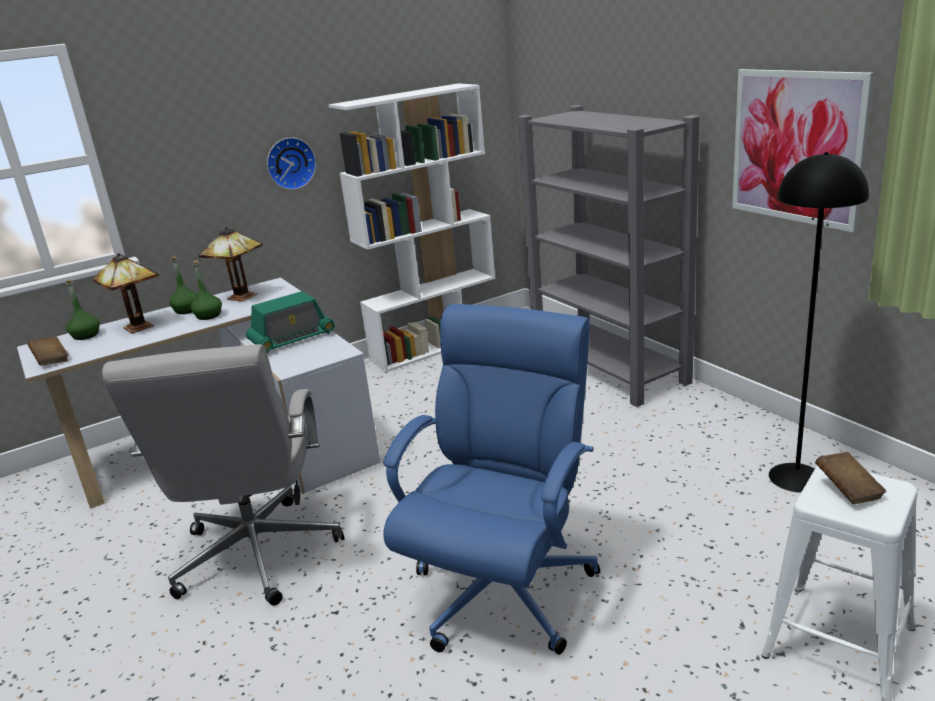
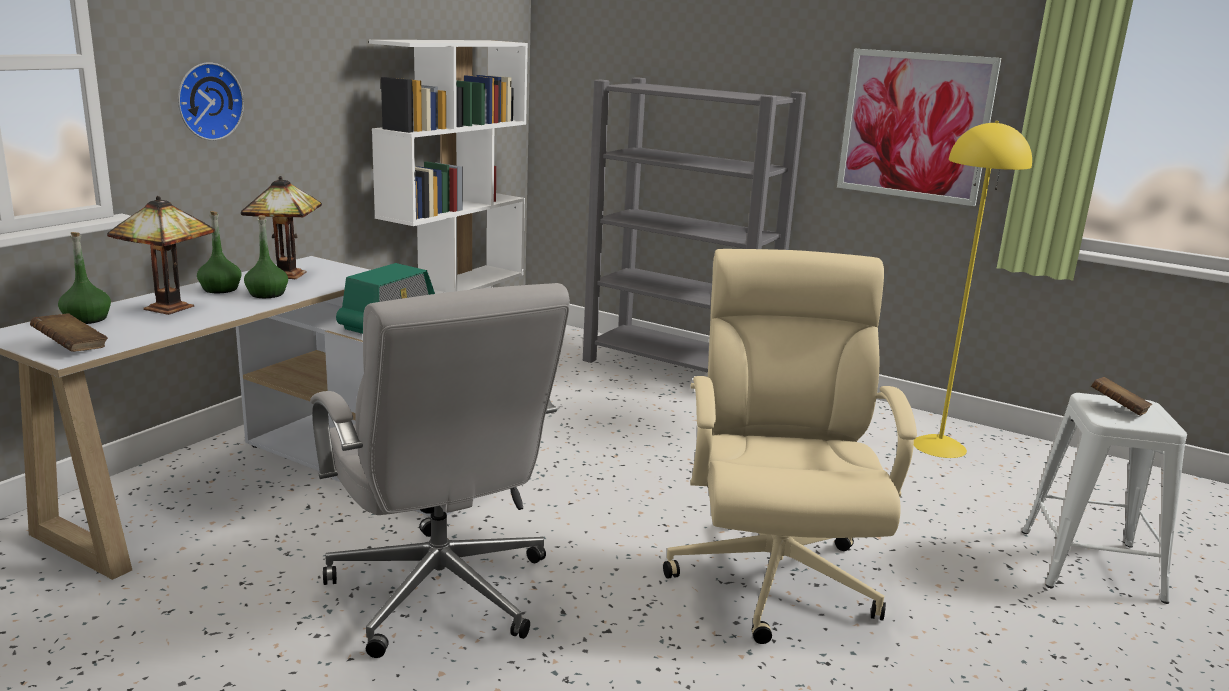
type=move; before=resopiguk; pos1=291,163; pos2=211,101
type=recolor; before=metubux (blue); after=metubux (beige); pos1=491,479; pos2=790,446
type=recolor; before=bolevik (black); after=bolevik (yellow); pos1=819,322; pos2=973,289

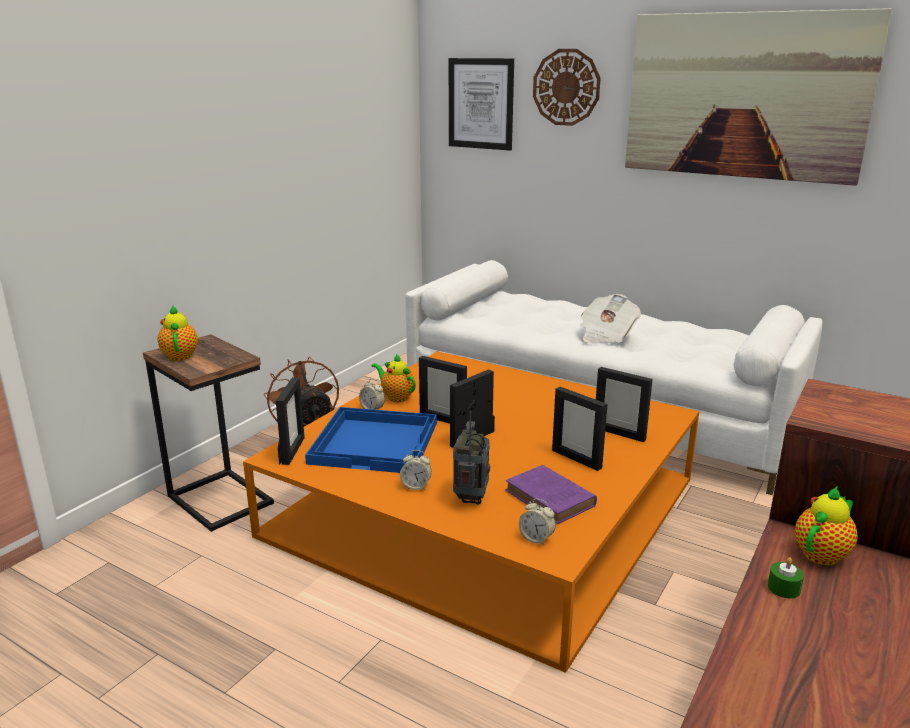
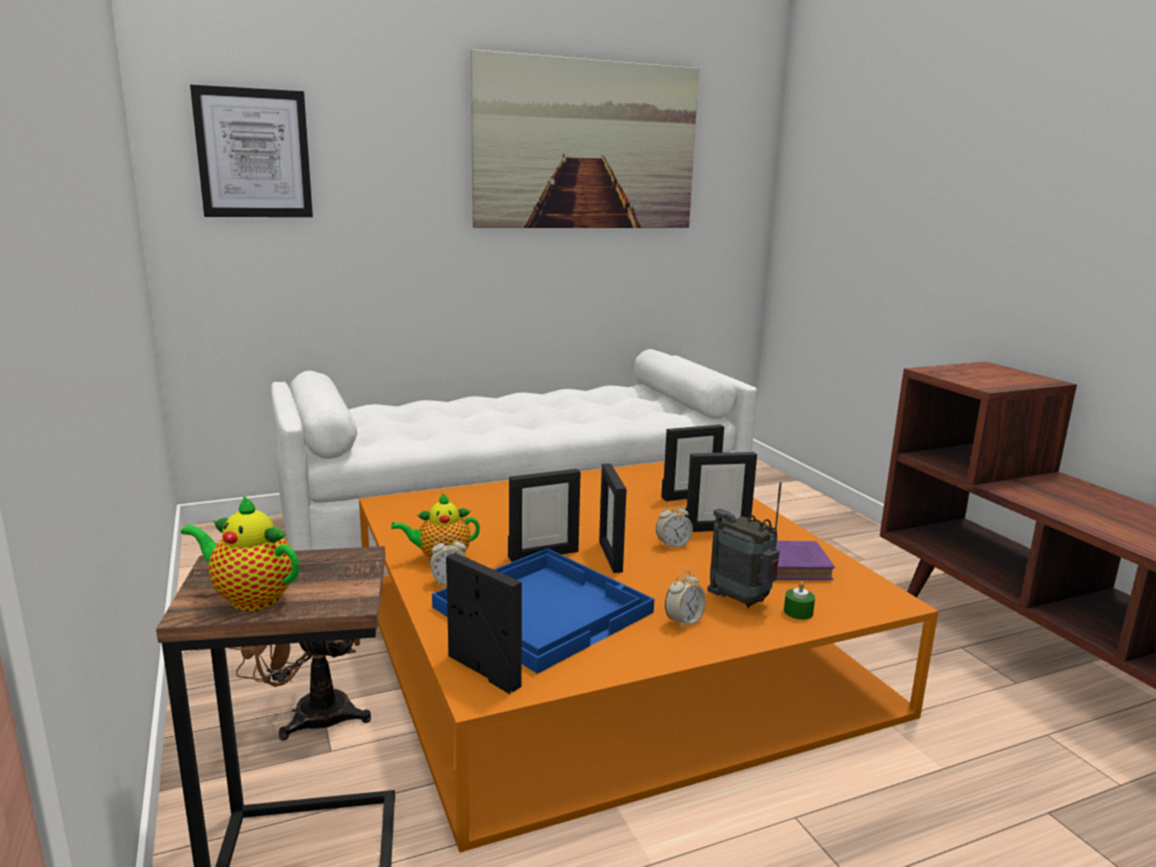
type=move; before=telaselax; pos1=537,522; pos2=674,525
type=delete; before=resopiguk; pos1=567,87
type=delete; before=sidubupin; pos1=610,319
type=move; before=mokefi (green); pos1=786,578; pos2=799,600
type=delete; before=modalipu; pos1=826,525

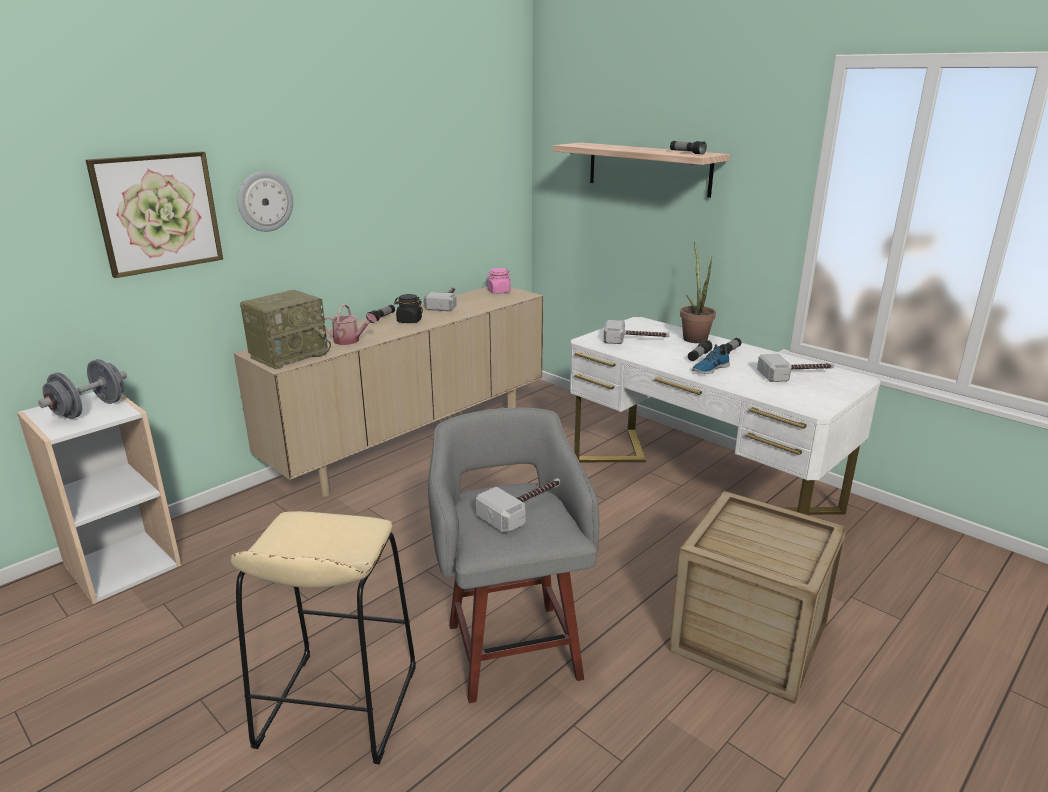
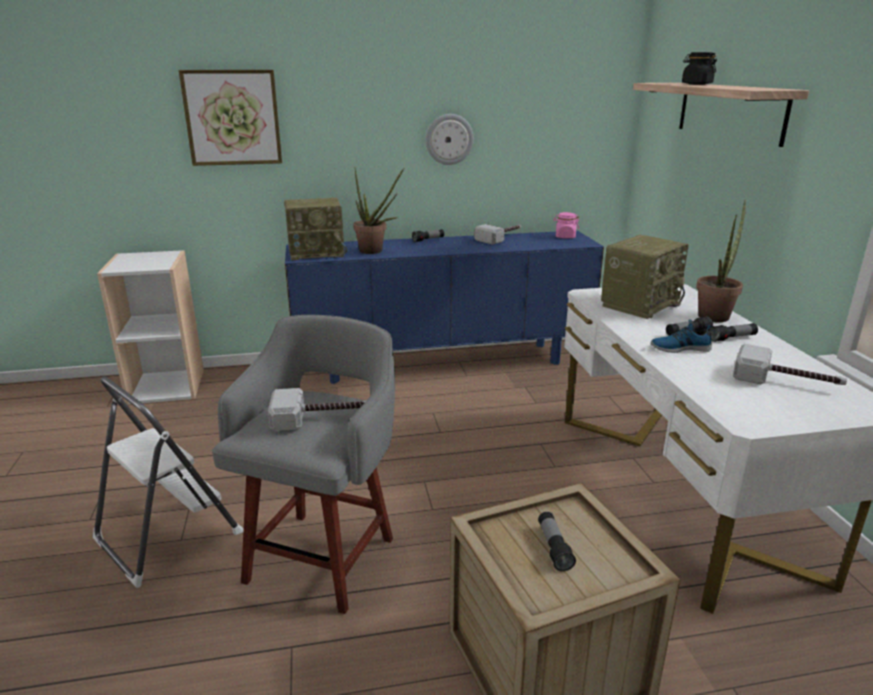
type=delete; before=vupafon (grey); pos1=82,389
type=replace; before=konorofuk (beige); after=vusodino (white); pos1=323,637; pos2=168,482
type=recolor; before=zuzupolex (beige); after=zuzupolex (blue); pos1=388,392; pos2=444,307
type=move; before=resopiguk; pos1=265,201; pos2=450,139
type=replace; before=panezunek; after=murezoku; pos1=350,324; pos2=378,211
type=move; before=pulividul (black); pos1=408,308; pos2=699,68
type=replace; before=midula; after=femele; pos1=636,332; pos2=645,277
type=move; before=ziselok; pos1=688,148; pos2=557,541

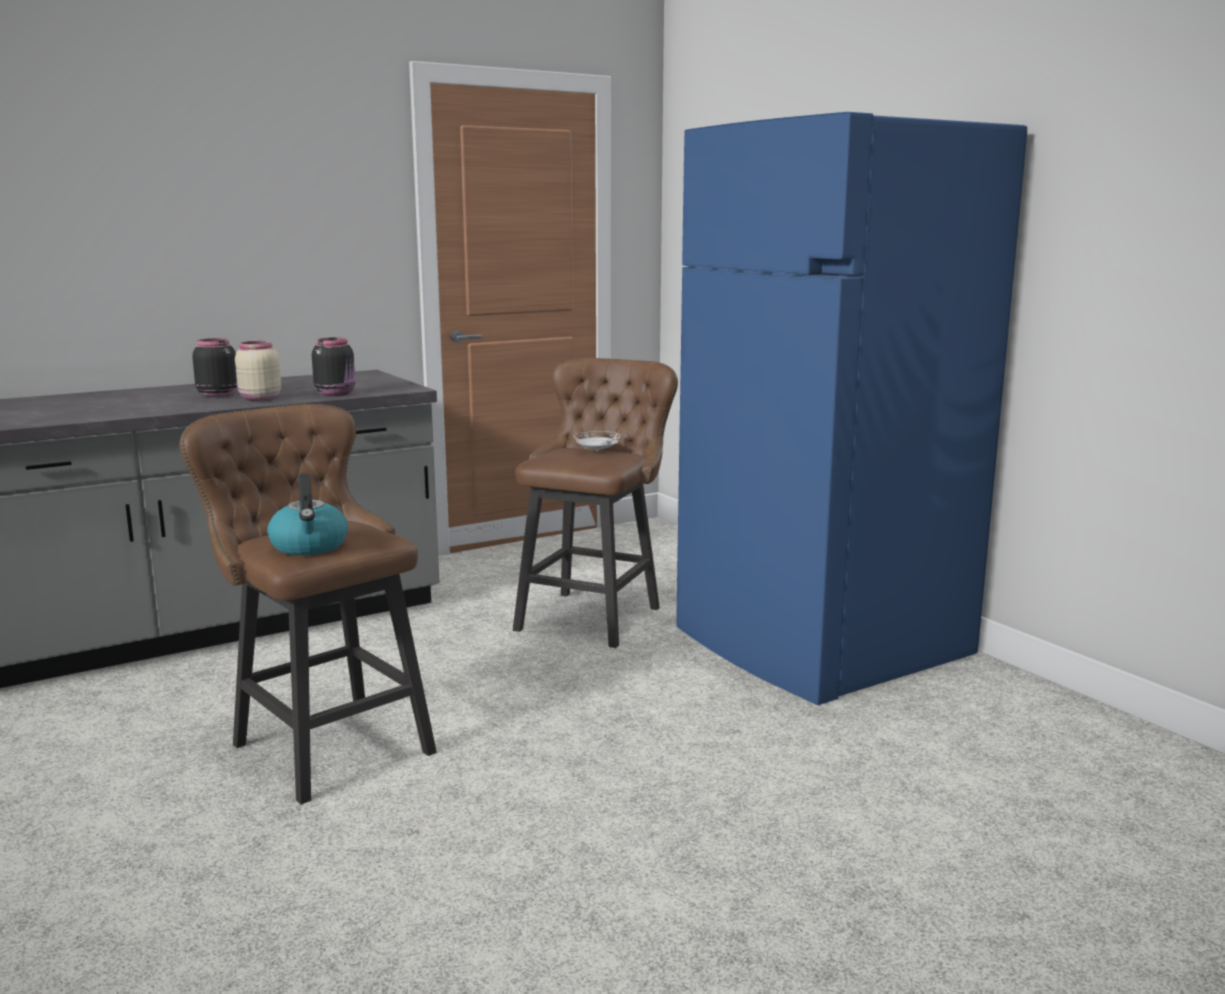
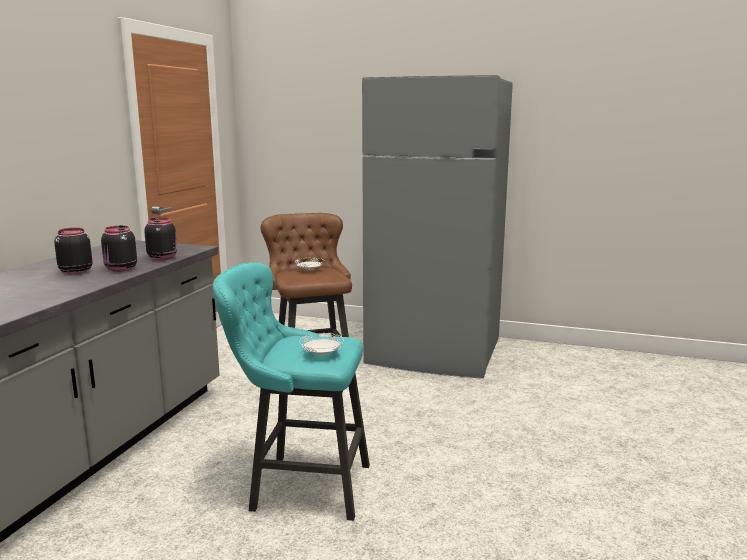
type=recolor; before=konorofuk (brown); after=konorofuk (turquoise); pos1=308,604; pos2=291,391
type=recolor; before=pulividul (beige); after=pulividul (black); pos1=258,371; pos2=119,249
type=replace; before=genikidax; after=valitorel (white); pos1=307,514; pos2=321,343
type=recolor; before=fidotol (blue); after=fidotol (grey); pos1=851,408; pos2=437,227

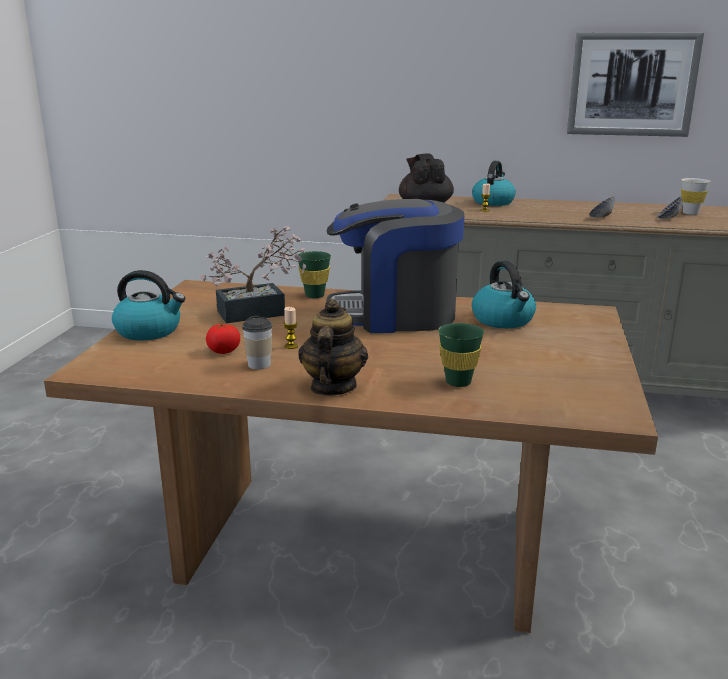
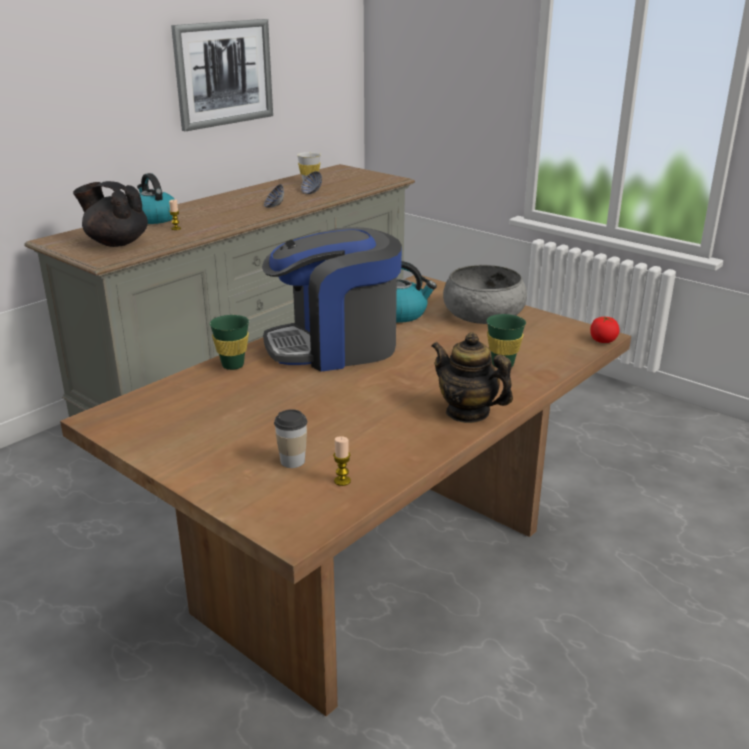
type=delete; before=genikidax; pos1=148,305
type=delete; before=murezoku; pos1=252,275
type=move; before=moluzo; pos1=223,338; pos2=605,329
type=move; before=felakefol; pos1=257,343; pos2=291,438
type=move; before=mokefi; pos1=290,328; pos2=342,461
type=rotate; before=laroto; pos1=395,266; pos2=332,299; turn=45
type=insert; after=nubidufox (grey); pos2=485,294

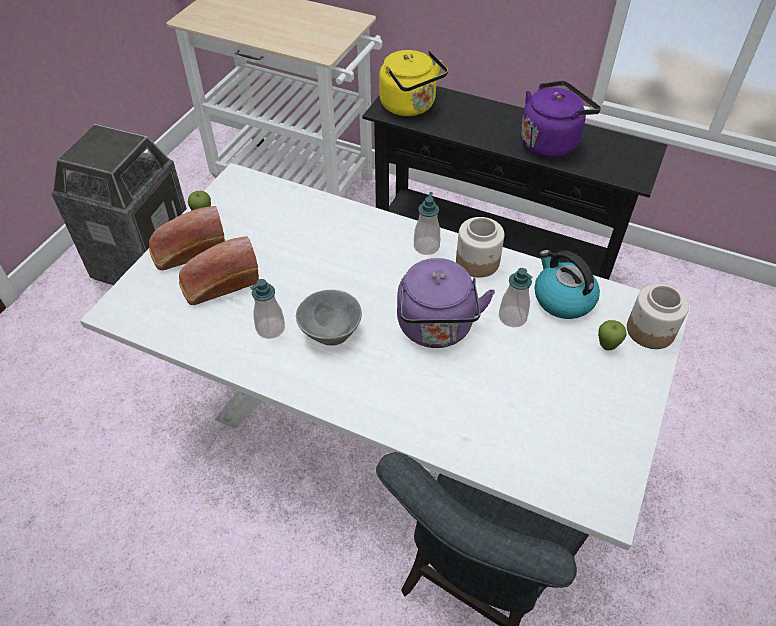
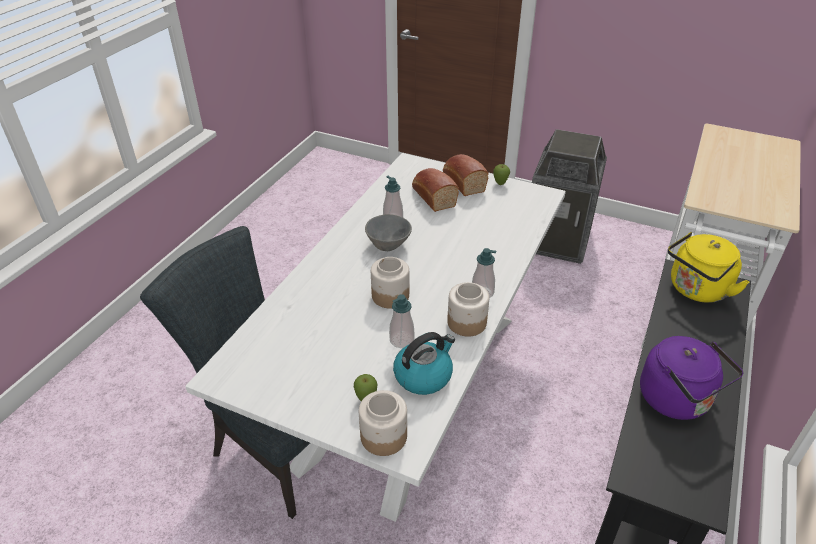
type=replace; before=genikidax (purple); after=pulividul; pos1=446,303; pos2=390,282

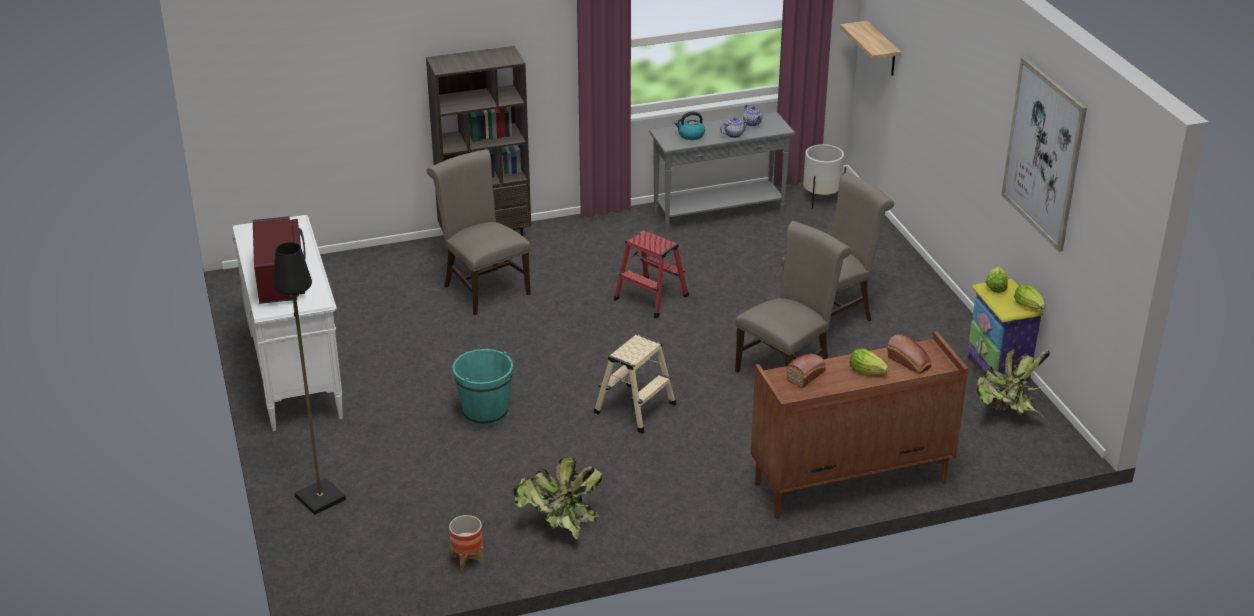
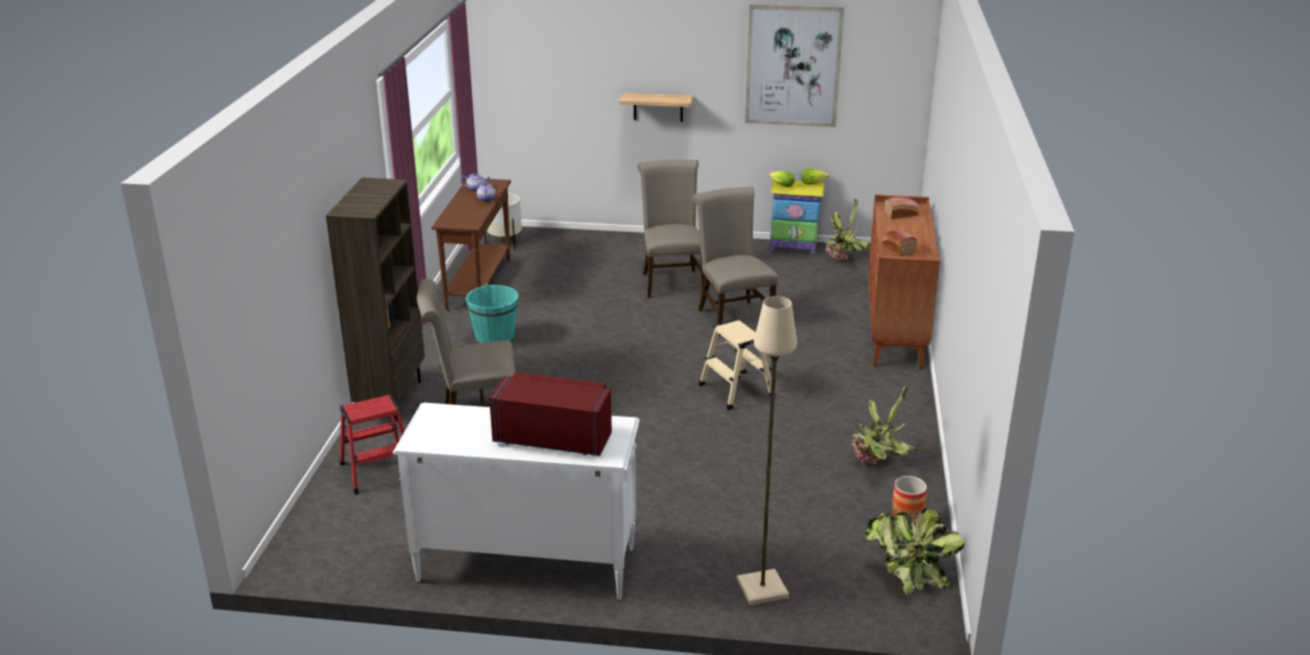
type=recolor; before=bolevik (black); after=bolevik (beige); pos1=309,378; pos2=767,450
type=move; before=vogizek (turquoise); pos1=483,387; pos2=492,313
type=move; before=vusodino (red); pos1=651,274; pos2=372,444
type=recolor; before=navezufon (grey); after=navezufon (brown); pos1=722,172; pos2=471,245
type=delete; before=genikidax; pos1=689,126
type=move; before=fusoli; pos1=870,48; pos2=656,107
type=delete; before=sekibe; pos1=869,361
type=insert; after=murezoku; pos2=915,551

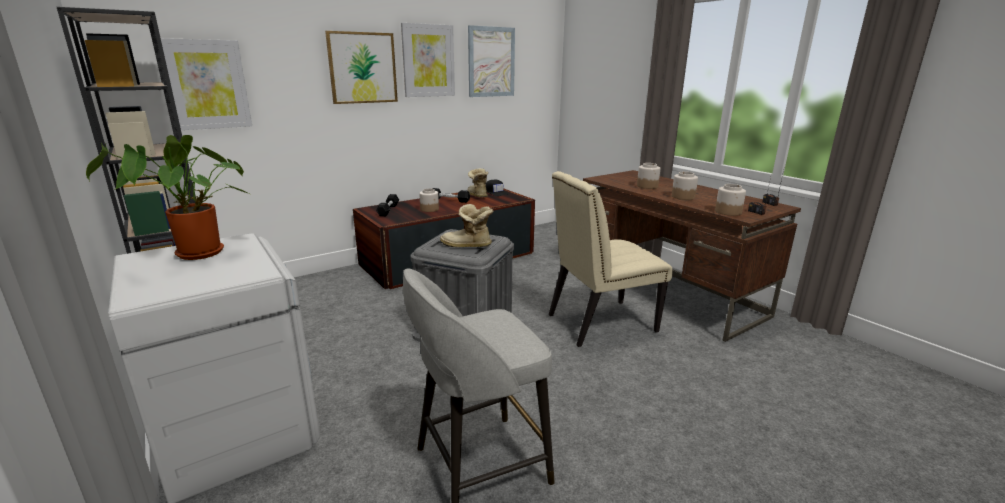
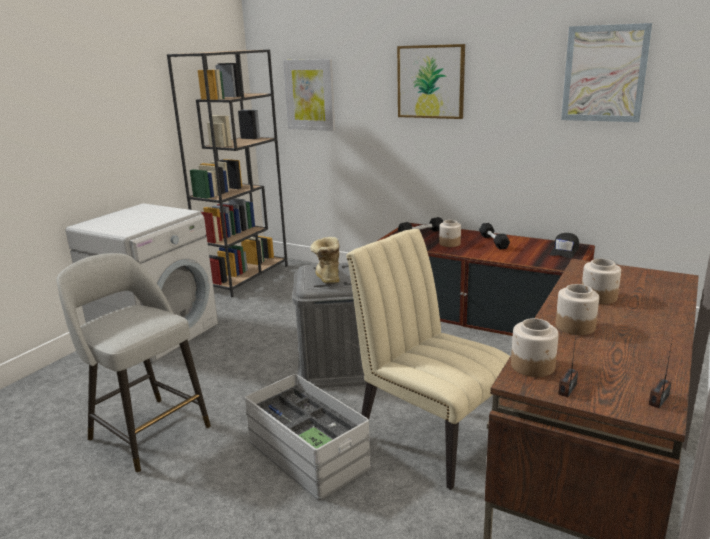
type=delete; before=murezoku; pos1=167,197
type=delete; before=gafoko; pos1=428,60
type=delete; before=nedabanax; pos1=477,183
type=insert; after=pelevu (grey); pos2=308,437

